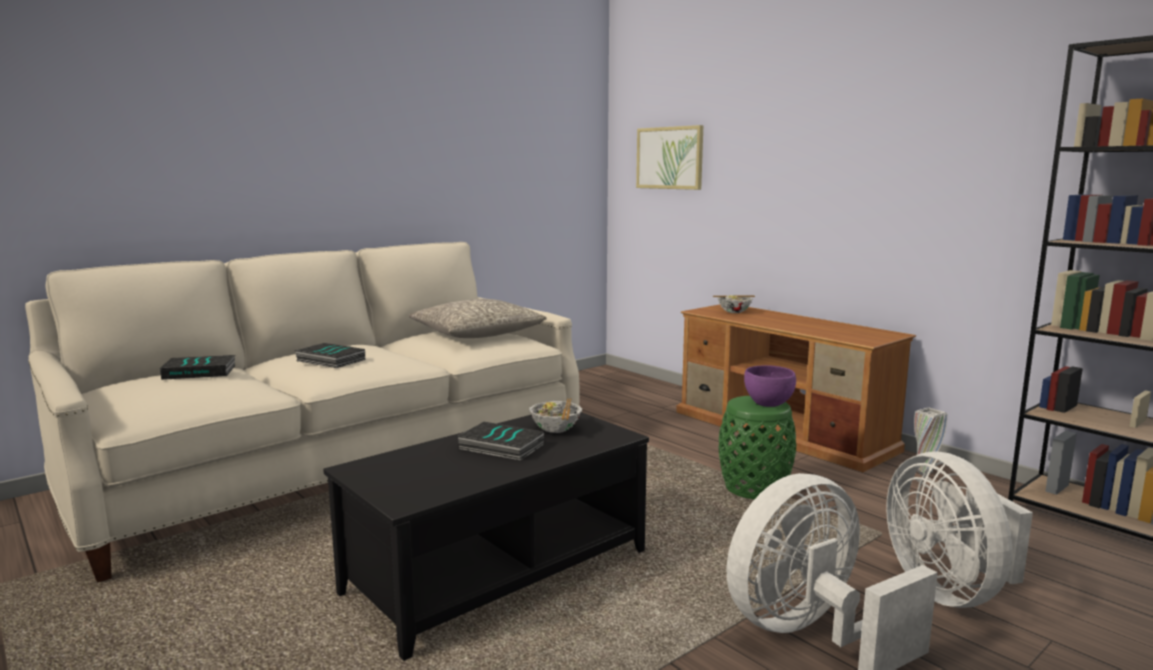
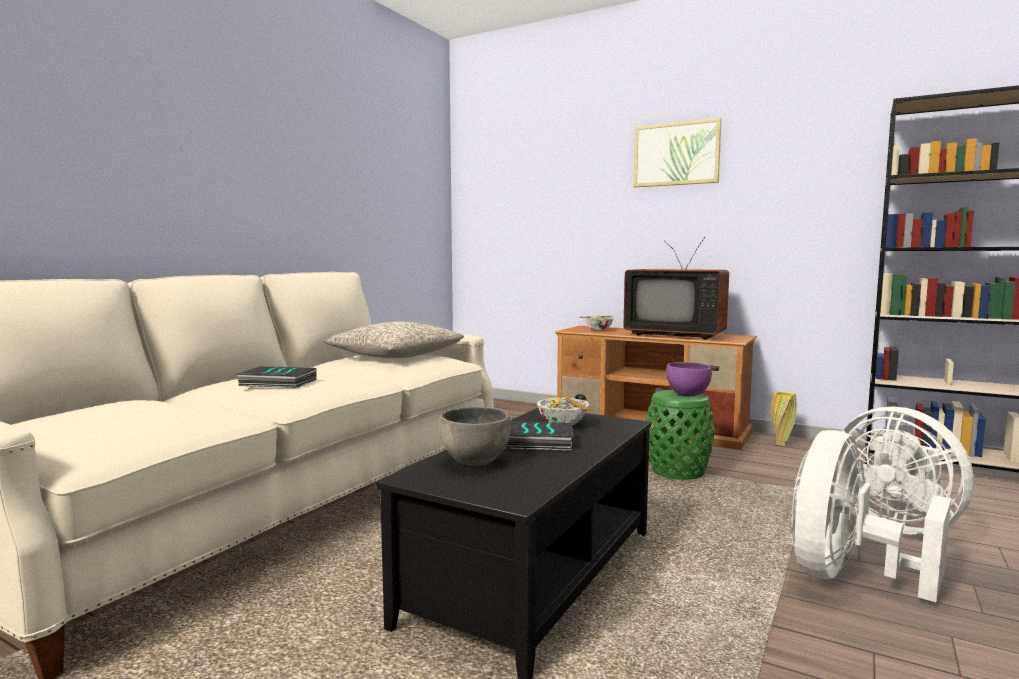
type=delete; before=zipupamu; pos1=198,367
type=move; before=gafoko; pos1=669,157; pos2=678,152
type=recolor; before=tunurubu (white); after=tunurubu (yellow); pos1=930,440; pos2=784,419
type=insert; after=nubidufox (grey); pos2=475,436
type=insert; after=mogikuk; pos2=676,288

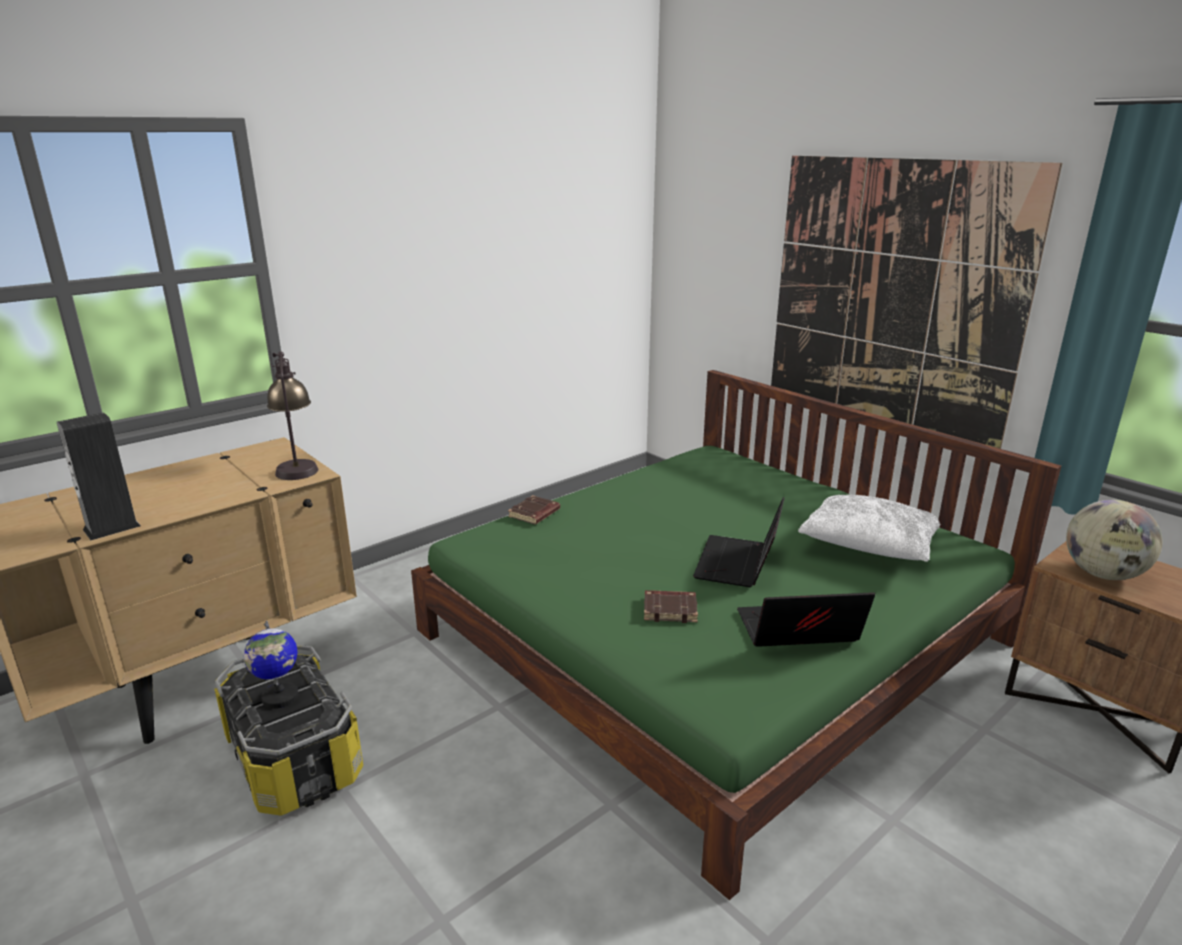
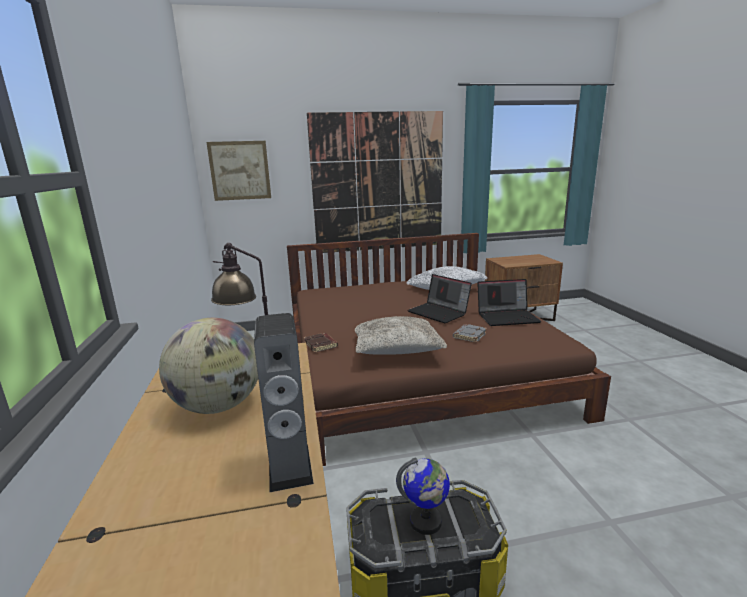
type=recolor; before=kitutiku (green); after=kitutiku (brown); pos1=736,635; pos2=449,349
type=recolor; before=zipupamu (brown); after=zipupamu (grey); pos1=671,606; pos2=470,333
type=rotate; before=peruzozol; pos1=806,619; pos2=509,302; turn=-120
type=move; before=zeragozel; pos1=1114,540; pos2=208,366
type=insert; after=gafoko; pos2=238,171
type=insert; after=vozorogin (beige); pos2=401,335

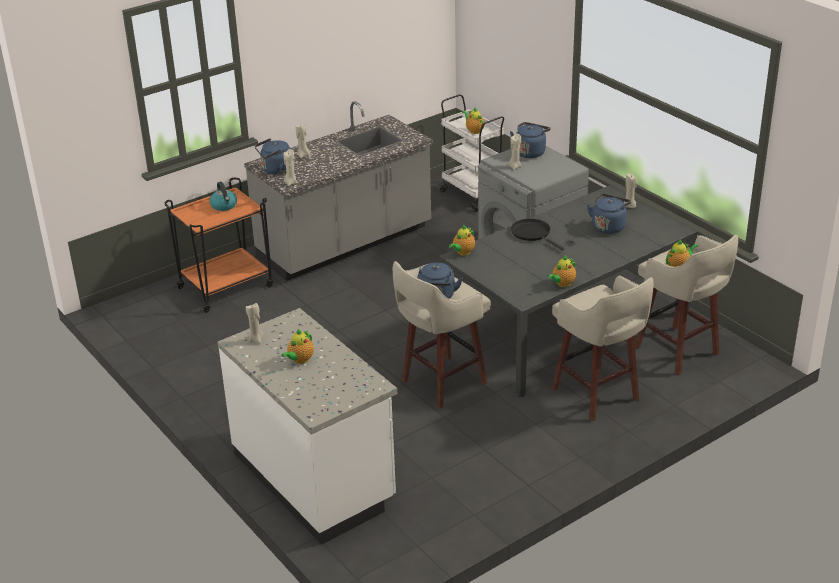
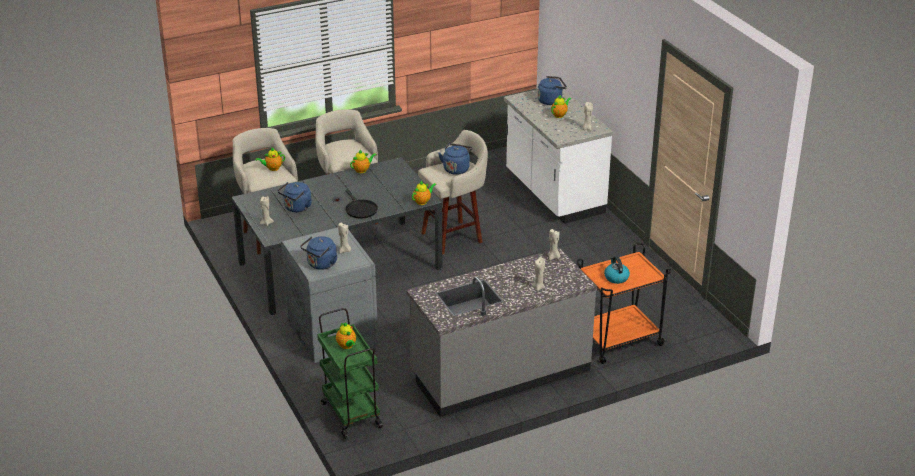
type=move; before=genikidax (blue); pos1=273,156; pos2=552,90
type=recolor; before=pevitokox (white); after=pevitokox (green); pos1=472,153; pos2=350,373

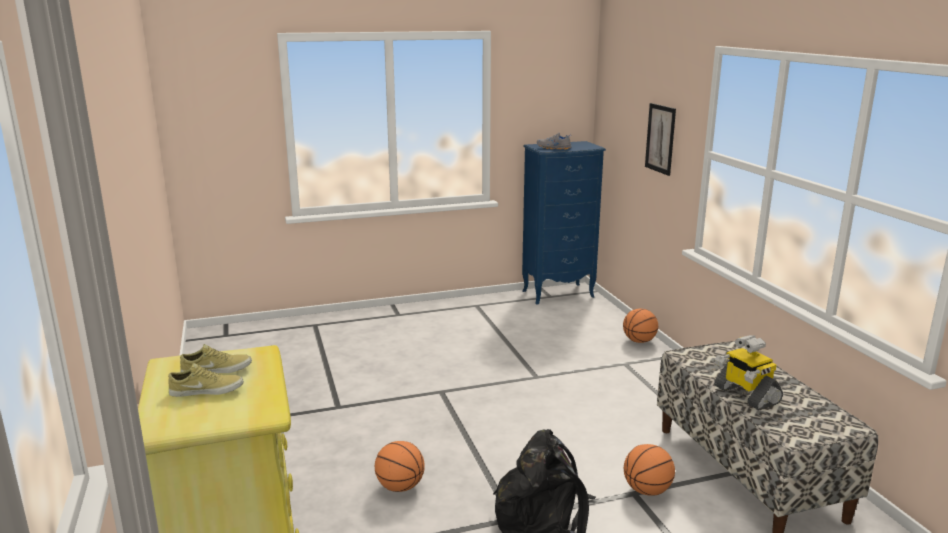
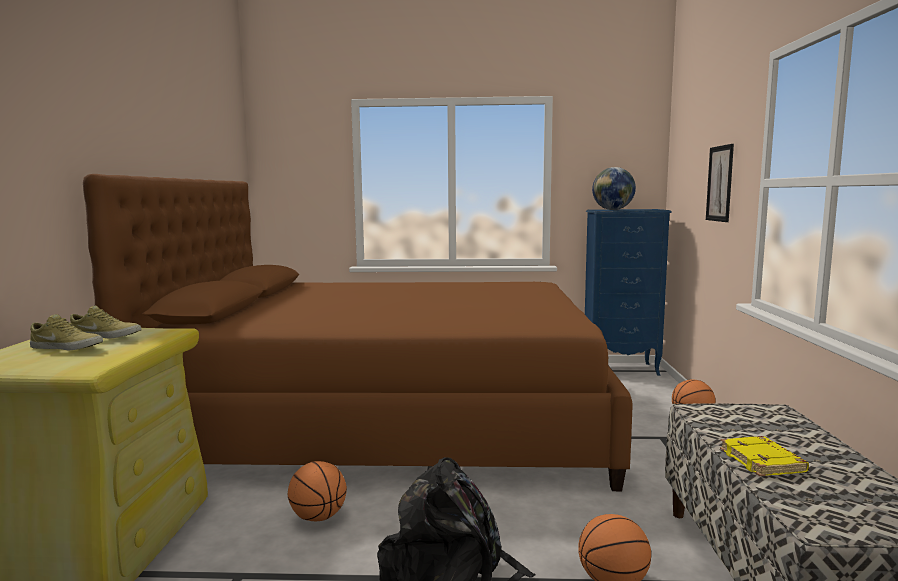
type=replace; before=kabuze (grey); after=zeragozel; pos1=554,141; pos2=614,188
type=replace; before=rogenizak; after=zipupamu (yellow); pos1=748,372; pos2=764,456
type=insert; after=kitutiku (brown); pos2=357,332

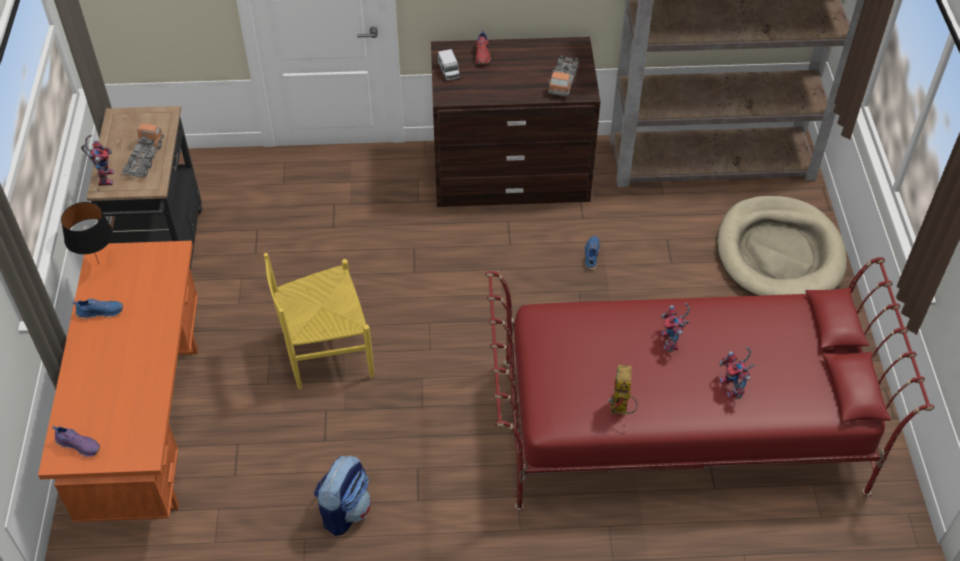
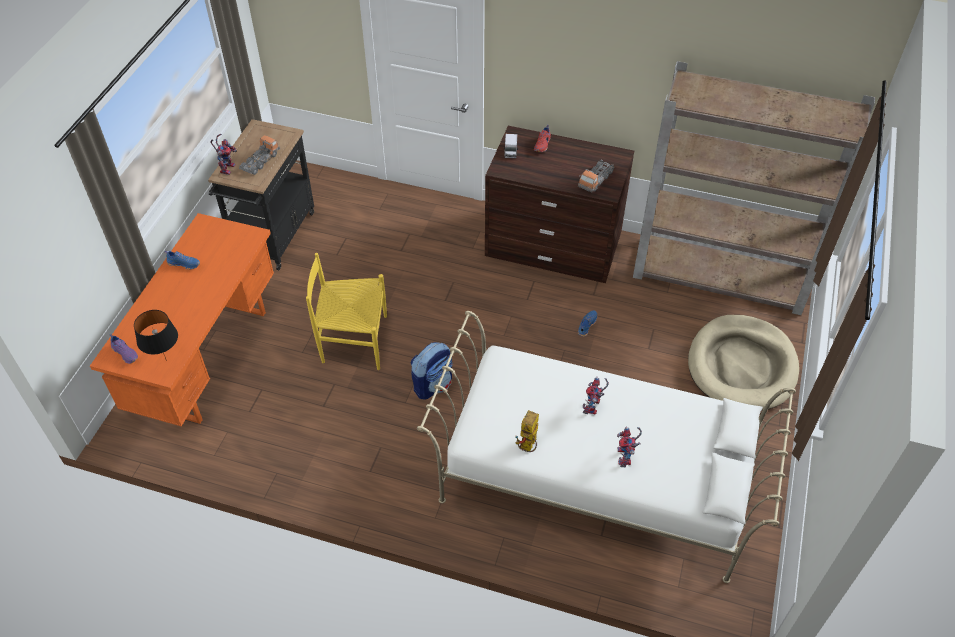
type=move; before=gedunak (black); pos1=87,233; pos2=156,335
type=move; before=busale; pos1=342,496; pos2=431,371
type=recolor; before=kitutiku (red); after=kitutiku (white); pos1=709,383; pos2=606,447

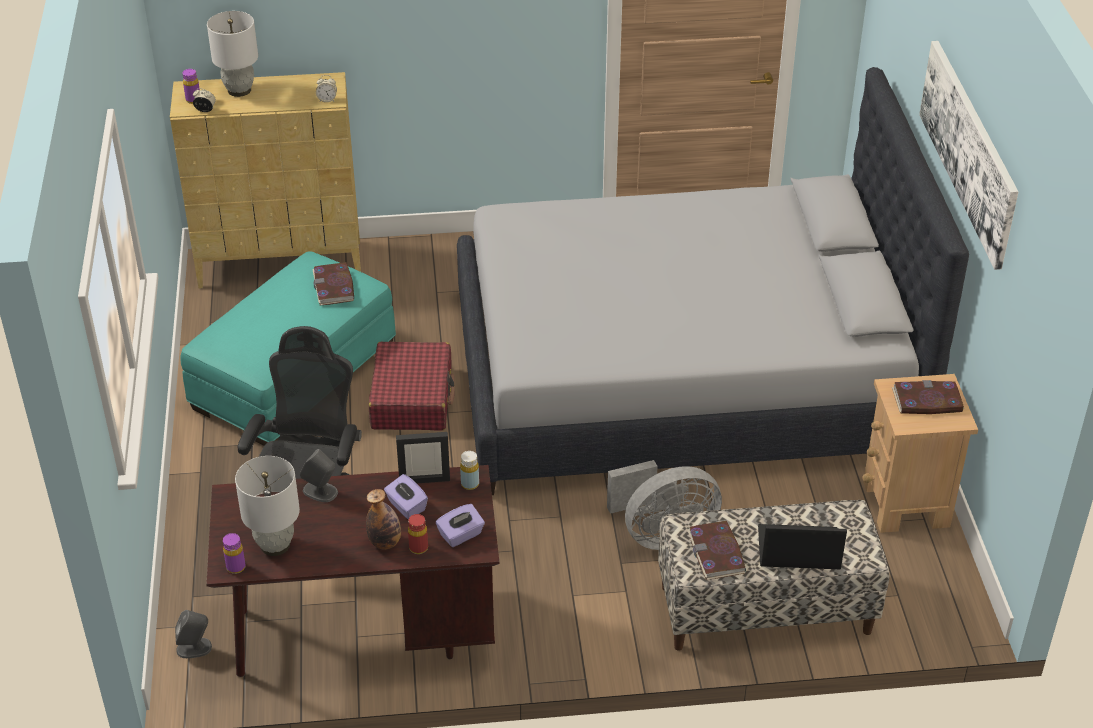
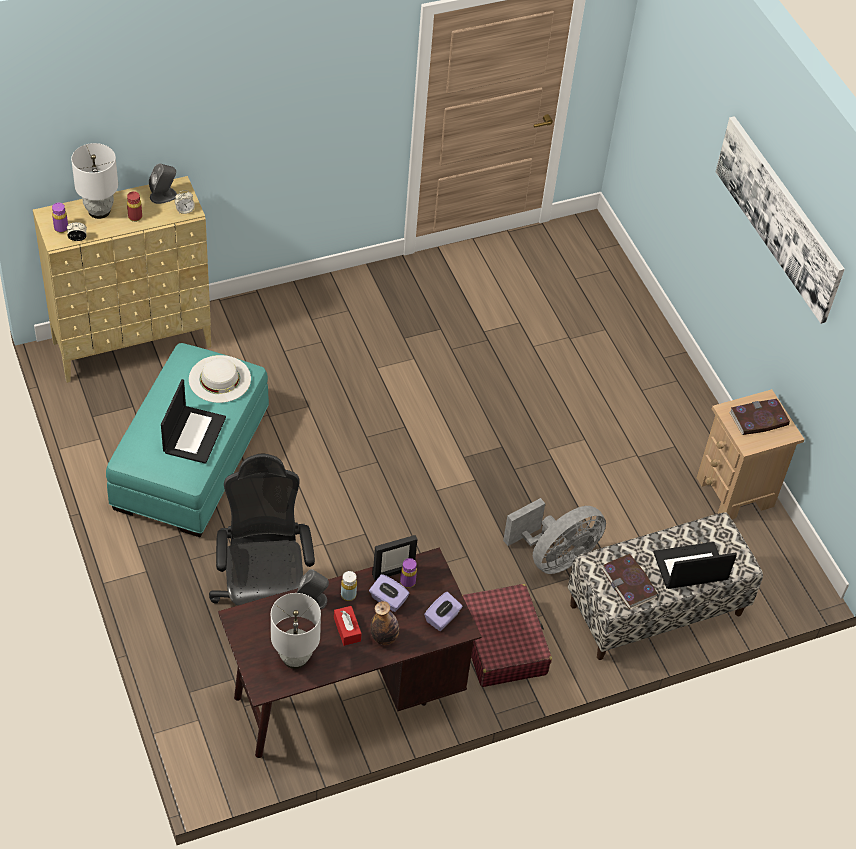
type=move; before=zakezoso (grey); pos1=193,634; pos2=163,184
type=move; before=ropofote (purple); pos1=234,553; pos2=408,573
type=replace; before=zipupamu; after=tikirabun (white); pos1=333,283; pos2=220,379
type=move; before=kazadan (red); pos1=412,386; pos2=507,635
type=move; before=ropofote (red); pos1=418,534; pos2=134,206
type=delete; before=kitutiku (grey); pos1=713,281
type=move; before=ropofote (yellow); pos1=469,470; pos2=349,586
type=insert; after=peruzozol; pos2=193,421
type=insert; after=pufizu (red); pos2=348,626

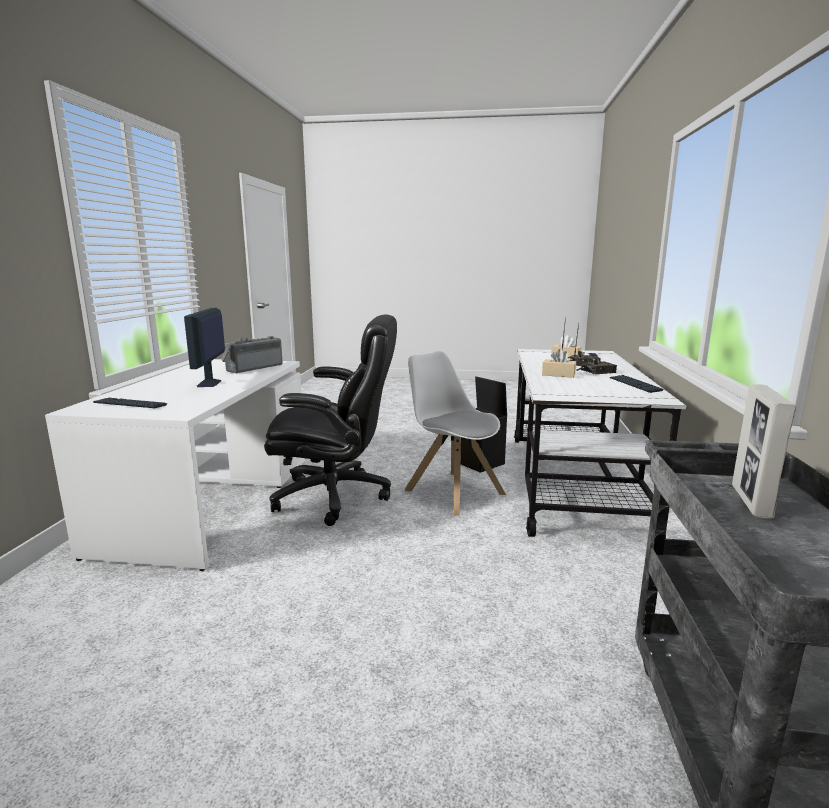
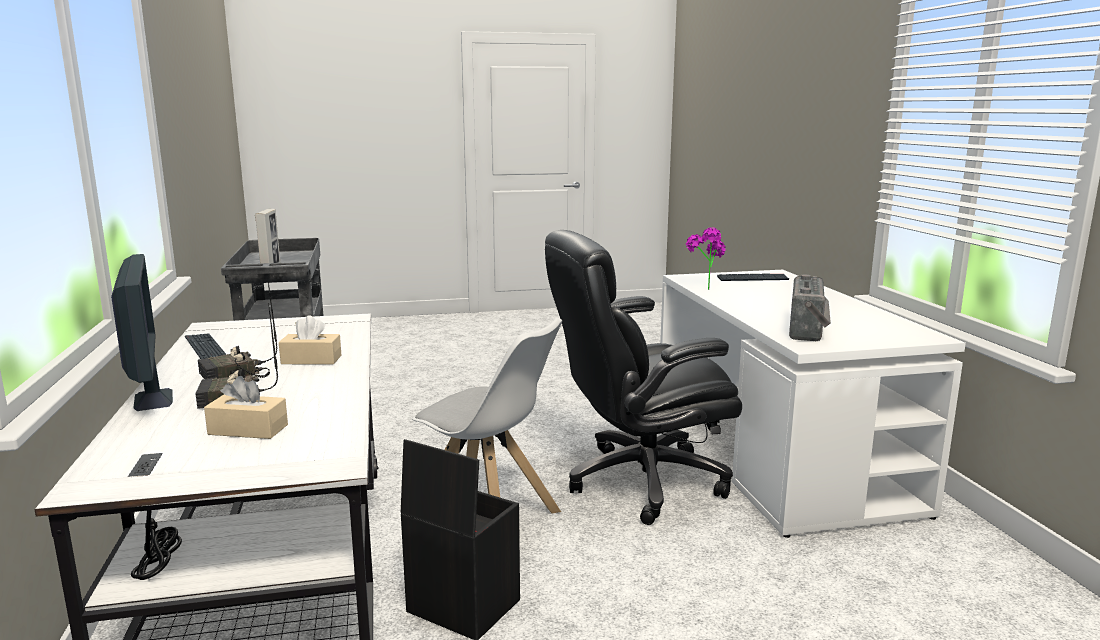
type=move; before=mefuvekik; pos1=204,347; pos2=142,332
type=insert; after=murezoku; pos2=706,258

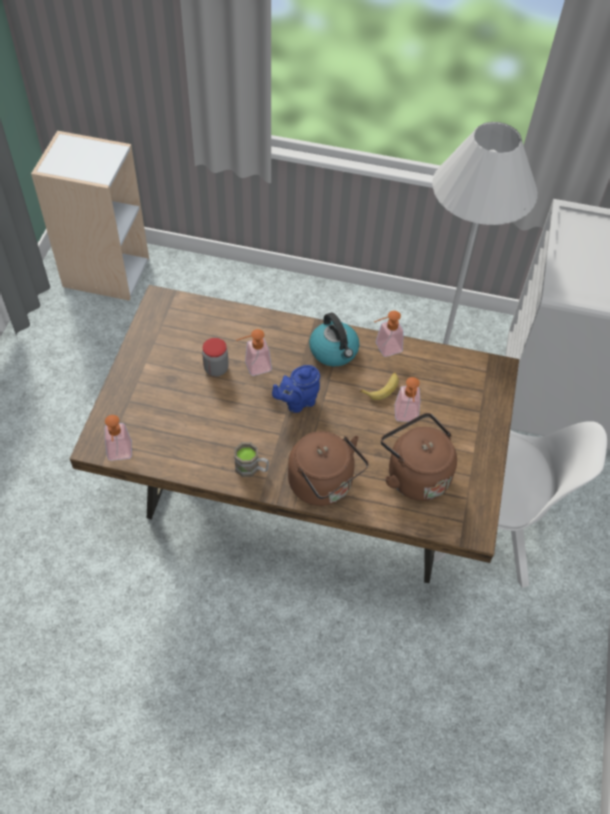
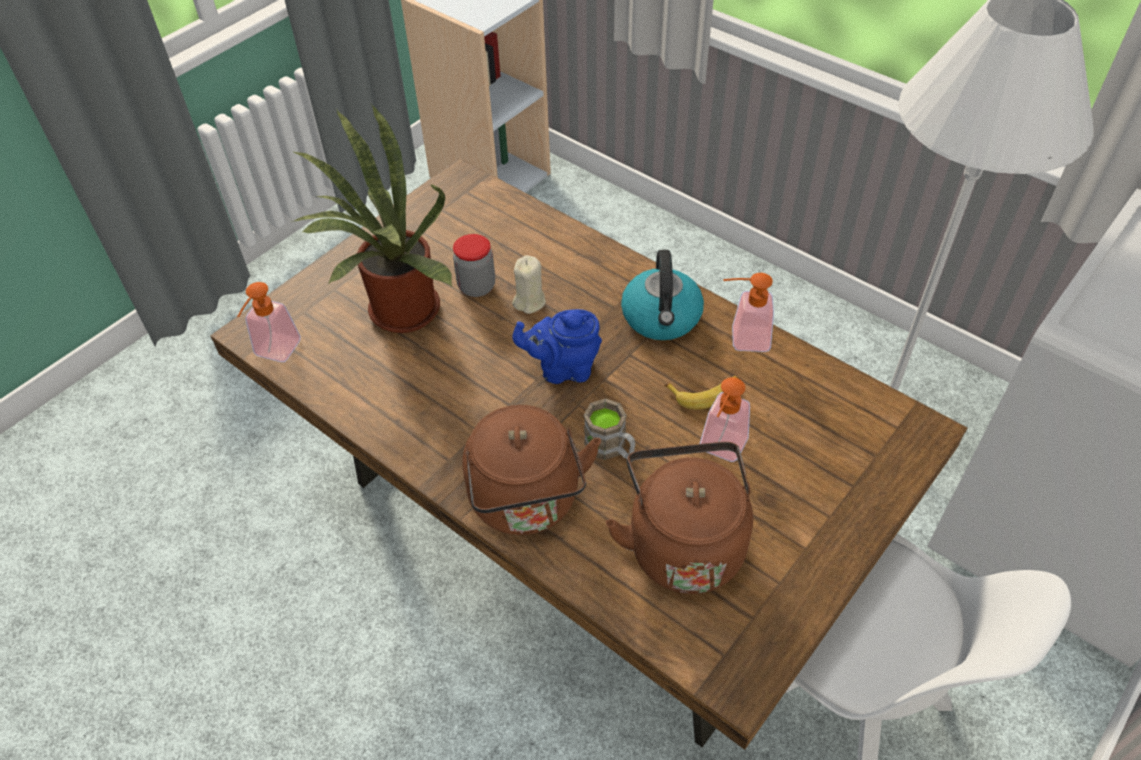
type=move; before=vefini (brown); pos1=251,459; pos2=609,429
type=replace; before=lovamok; after=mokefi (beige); pos1=254,352; pos2=529,284
type=insert; after=murezoku; pos2=372,218

